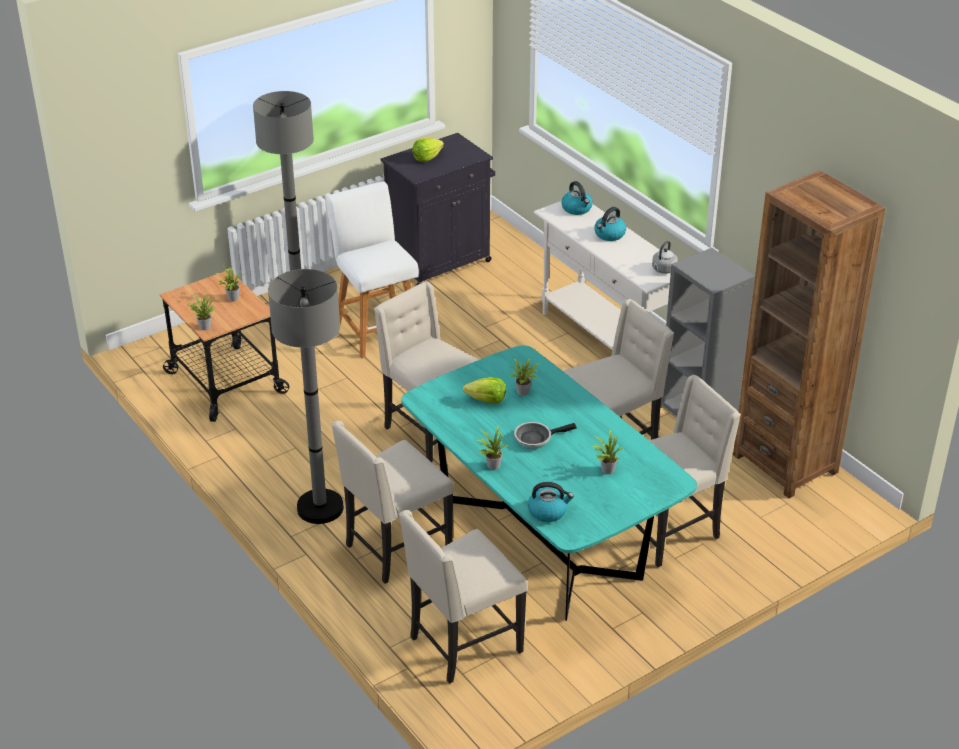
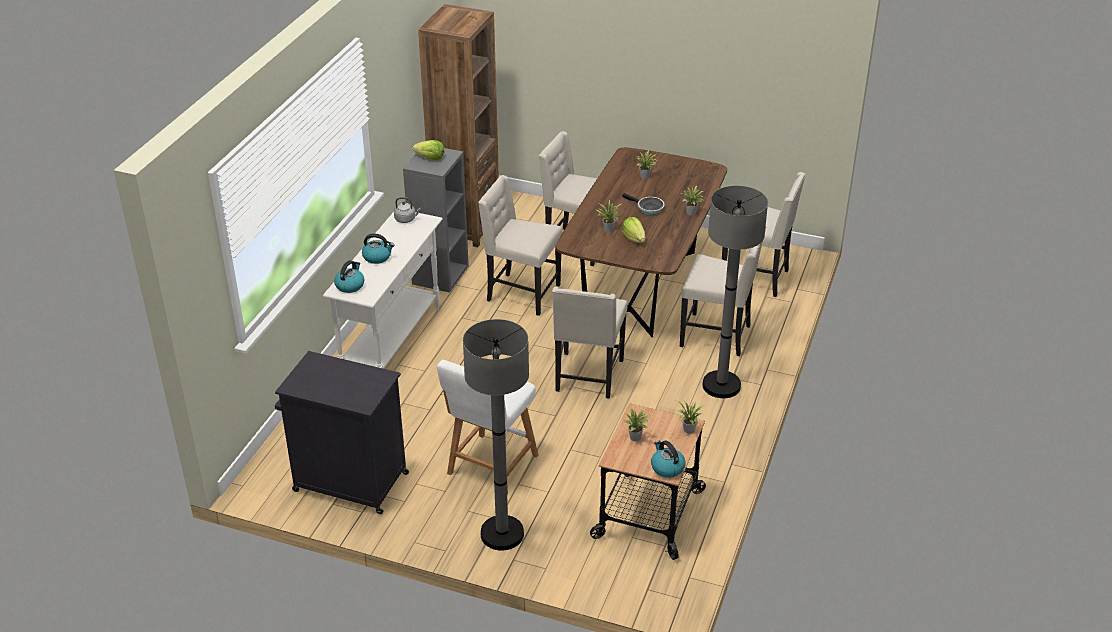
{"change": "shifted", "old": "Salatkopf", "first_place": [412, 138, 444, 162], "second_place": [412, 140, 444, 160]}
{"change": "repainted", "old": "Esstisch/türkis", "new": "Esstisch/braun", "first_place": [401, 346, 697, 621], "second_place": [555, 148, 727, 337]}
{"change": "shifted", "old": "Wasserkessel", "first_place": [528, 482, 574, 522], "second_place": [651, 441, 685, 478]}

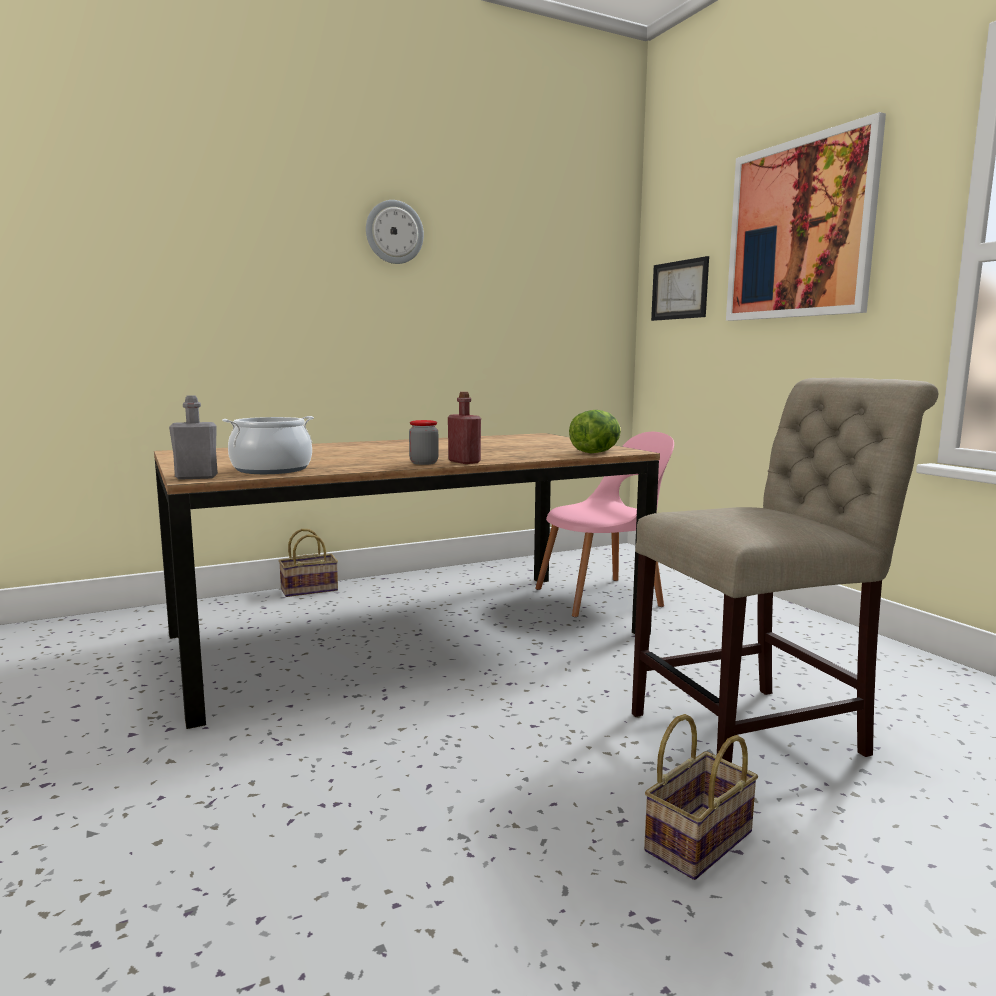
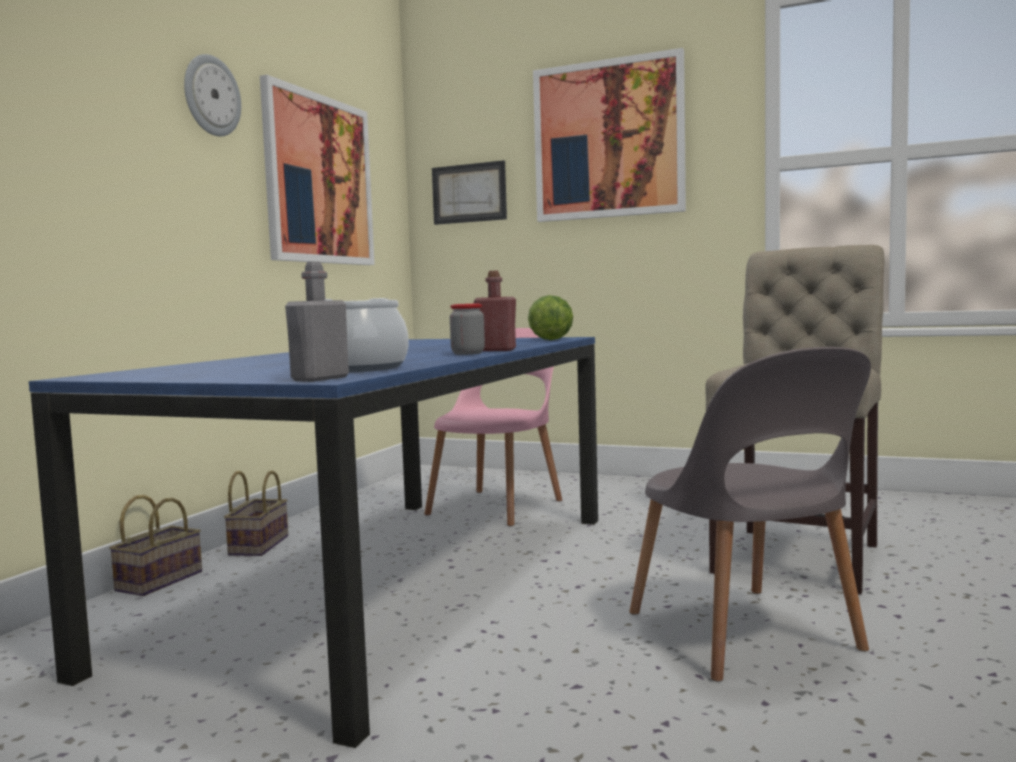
{"change": "repainted", "old": "Esstisch/braun", "new": "Esstisch/blau", "first_place": [154, 433, 660, 729], "second_place": [29, 337, 598, 748]}
{"change": "shifted", "old": "Korb", "first_place": [644, 714, 758, 880], "second_place": [224, 471, 288, 556]}
{"change": "new", "new": "Bild", "second_place": [260, 75, 375, 265]}
{"change": "new", "new": "Stuhl/grau", "second_place": [629, 347, 871, 681]}

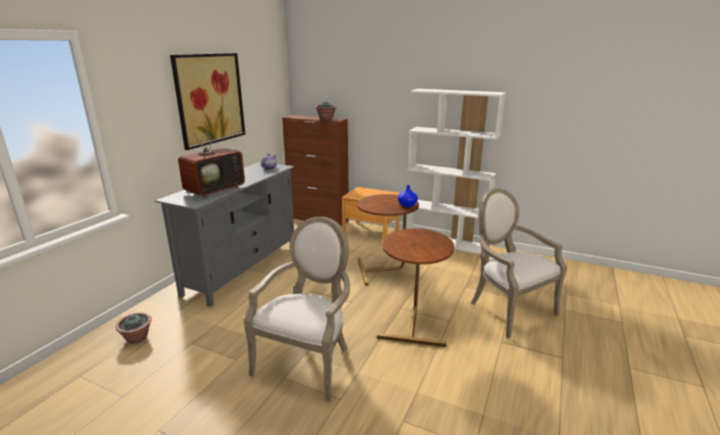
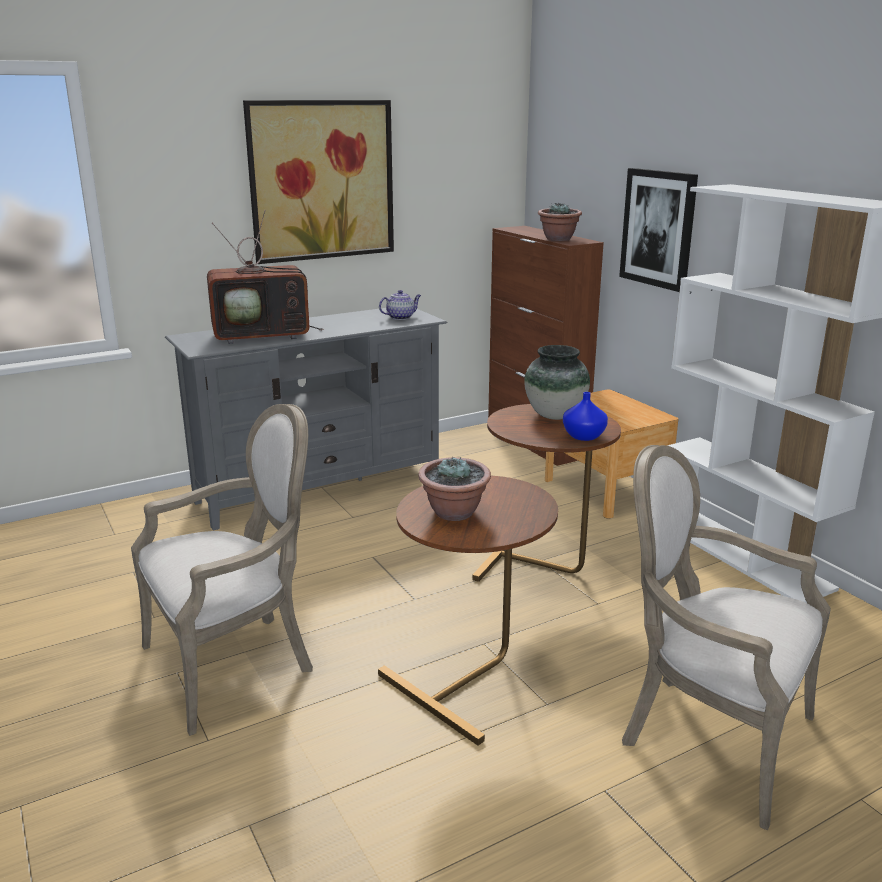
{"change": "rotated", "old": "Sessel", "first_place": [471, 188, 567, 339], "second_place": [622, 445, 831, 831], "degrees": -60}
{"change": "shifted", "old": "Topfpflanze", "first_place": [116, 312, 151, 344], "second_place": [418, 456, 491, 521]}
{"change": "new", "new": "Bild", "second_place": [619, 168, 698, 292]}
{"change": "new", "new": "Vase", "second_place": [524, 345, 590, 420]}

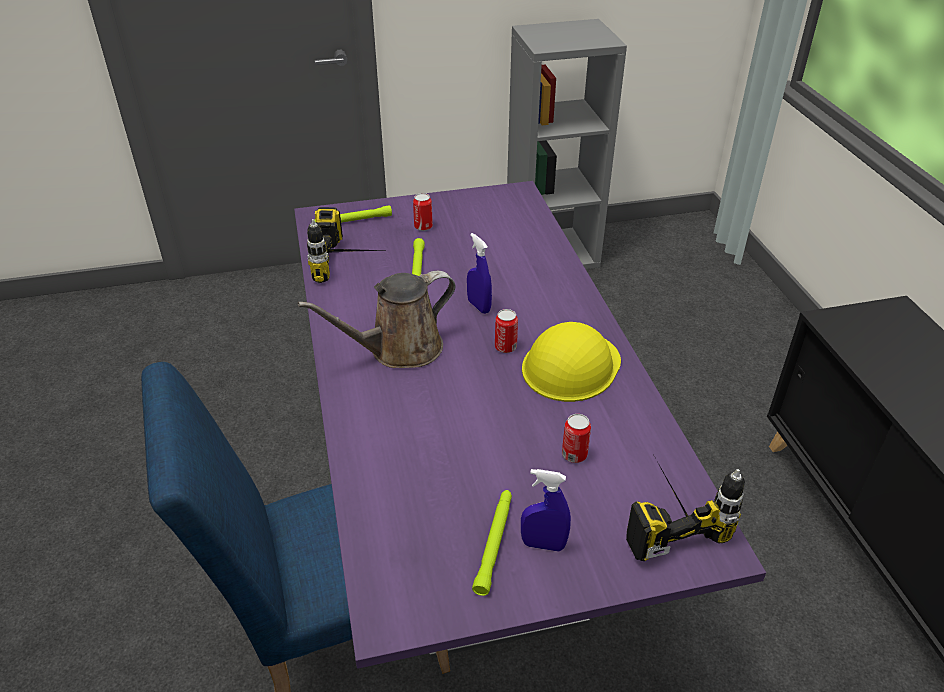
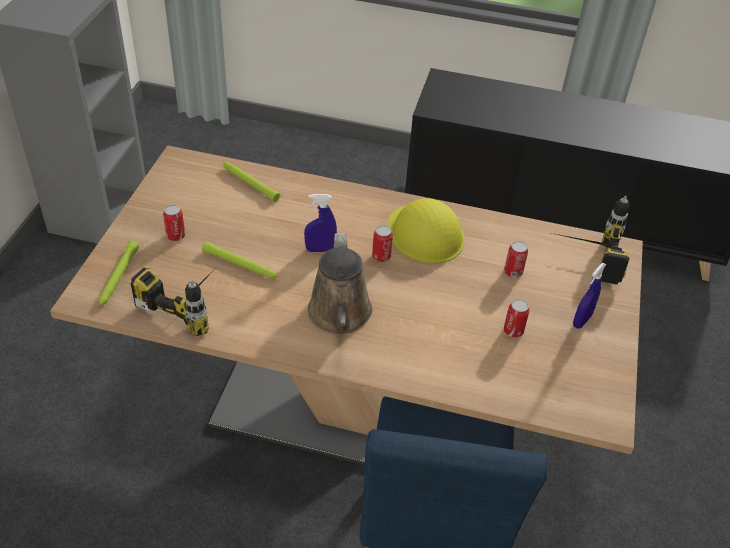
{"change": "repainted", "old": "Esstisch/lila", "new": "Esstisch/beige", "first_place": [294, 181, 766, 669], "second_place": [50, 145, 643, 465]}
{"change": "shifted", "old": "Taschenlampe/grün", "first_place": [472, 490, 512, 596], "second_place": [223, 162, 280, 202]}
{"change": "new", "new": "Dose", "second_place": [504, 299, 529, 338]}

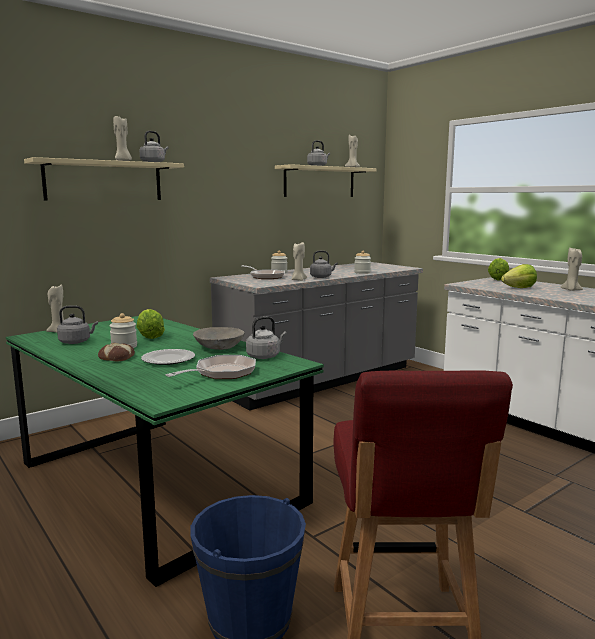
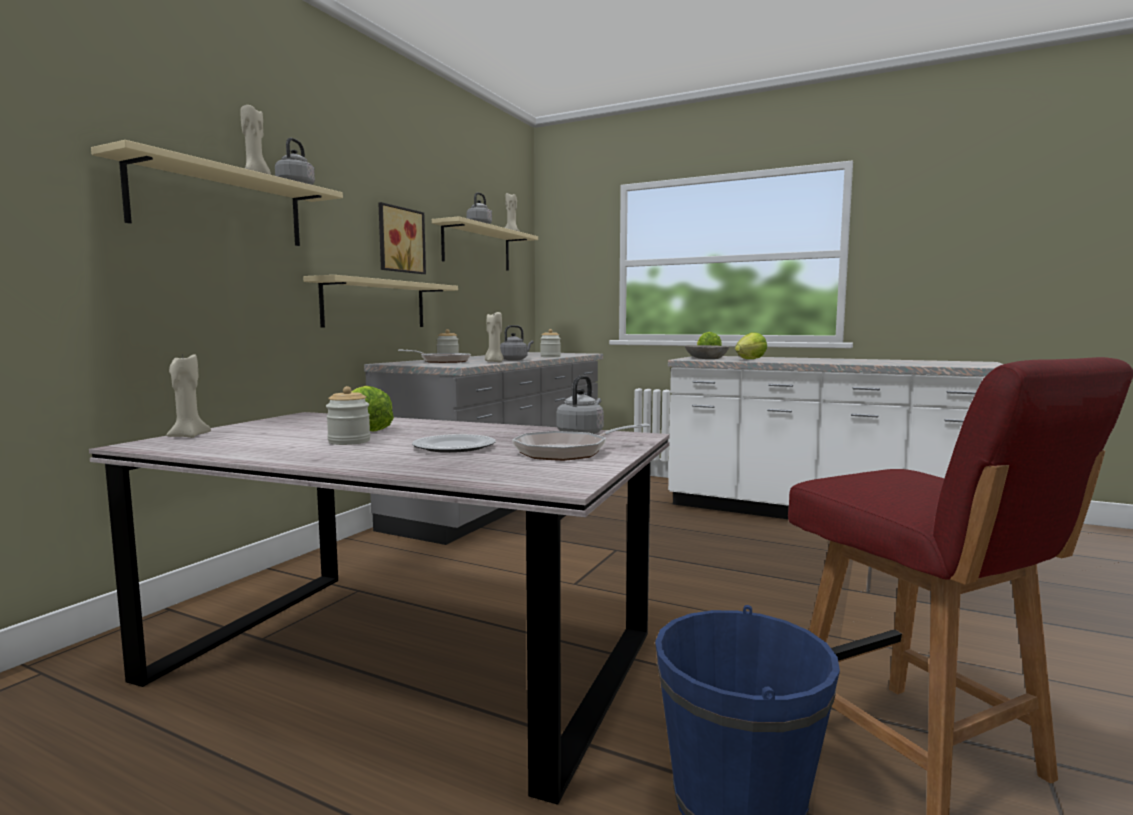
{"change": "gone", "old": "Kerze/beige", "first_place": [561, 248, 583, 291]}
{"change": "gone", "old": "Wasserkessel/grau", "first_place": [57, 305, 98, 344]}
{"change": "repainted", "old": "Esstisch/grün", "new": "Esstisch/grau", "first_place": [6, 316, 324, 587], "second_place": [89, 412, 670, 805]}
{"change": "shifted", "old": "Schüssel/grau", "first_place": [193, 327, 245, 350], "second_place": [685, 345, 730, 359]}
{"change": "gone", "old": "Brot", "first_place": [98, 343, 135, 362]}
{"change": "rotated", "old": "Pfanne", "first_place": [165, 355, 256, 379], "second_place": [512, 423, 650, 461], "degrees": -135}
{"change": "new", "new": "Bild", "second_place": [378, 202, 426, 274]}
{"change": "new", "new": "Wandregal/beige", "second_place": [303, 275, 458, 327]}

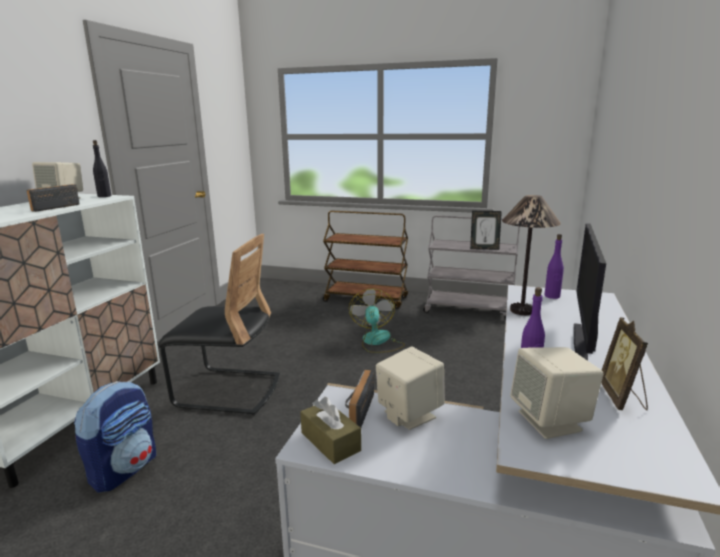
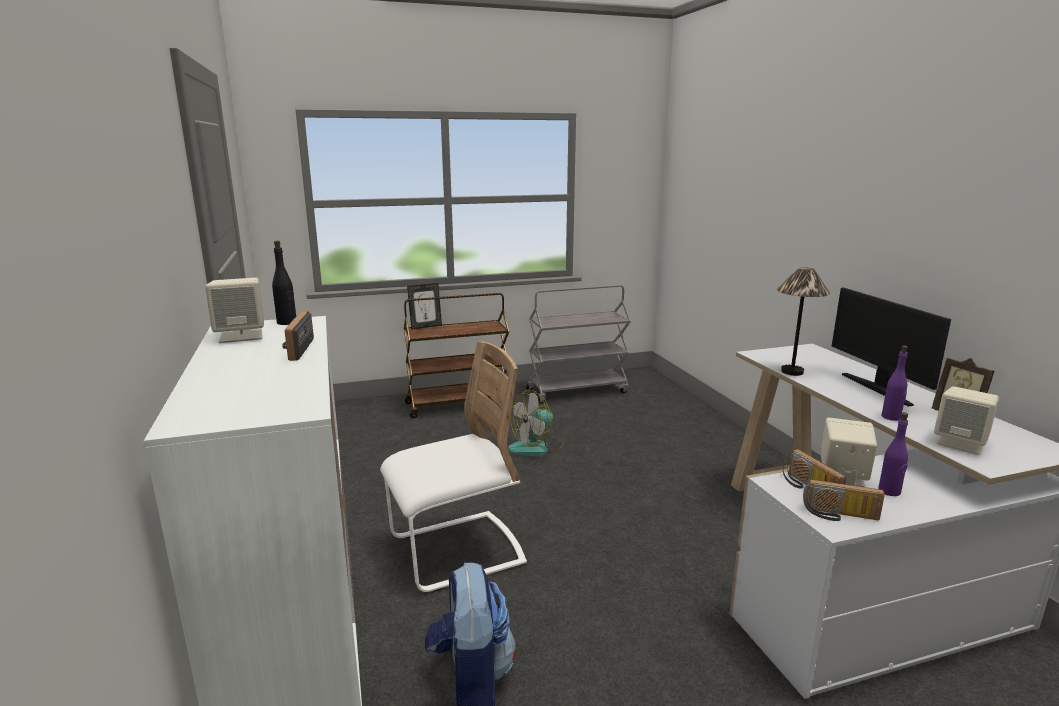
{"change": "shifted", "old": "Bilderrahmen", "first_place": [470, 211, 502, 250], "second_place": [407, 283, 442, 330]}
{"change": "repainted", "old": "Stuhl/schwarz", "new": "Stuhl/weiß", "first_place": [158, 234, 280, 415], "second_place": [380, 341, 527, 592]}
{"change": "shifted", "old": "Flasche/lila", "first_place": [544, 234, 564, 299], "second_place": [878, 412, 908, 496]}
{"change": "rotated", "old": "Ventilator", "first_place": [349, 289, 405, 353], "second_place": [508, 390, 564, 456], "degrees": -90}
{"change": "swapped", "old": "Taschentuchbox/braun", "new": "Radio", "first_place": [300, 397, 361, 464], "second_place": [803, 479, 885, 521]}

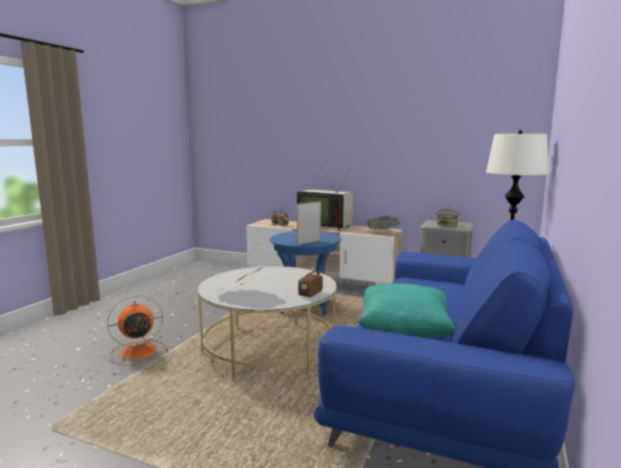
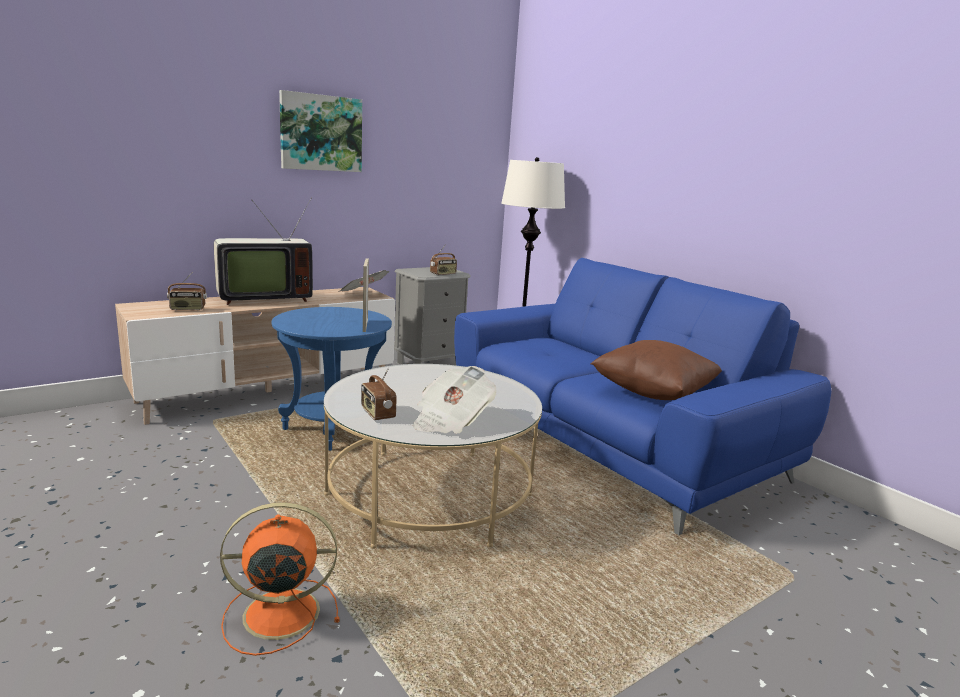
{"change": "shifted", "old": "Radio", "first_place": [298, 265, 323, 298], "second_place": [361, 367, 396, 420]}
{"change": "repainted", "old": "Kissen/türkis", "new": "Kissen/braun", "first_place": [358, 284, 456, 339], "second_place": [591, 340, 722, 400]}
{"change": "rotated", "old": "Ventilator/orange", "first_place": [107, 295, 168, 366], "second_place": [220, 502, 340, 656], "degrees": 75}
{"change": "new", "new": "Bild", "second_place": [279, 90, 362, 172]}

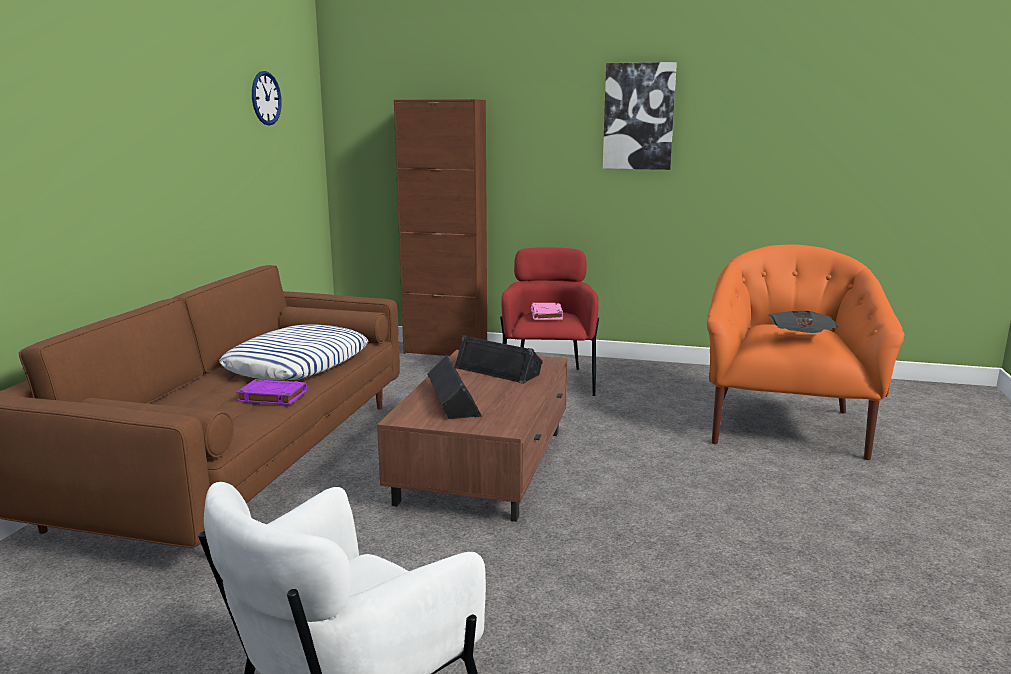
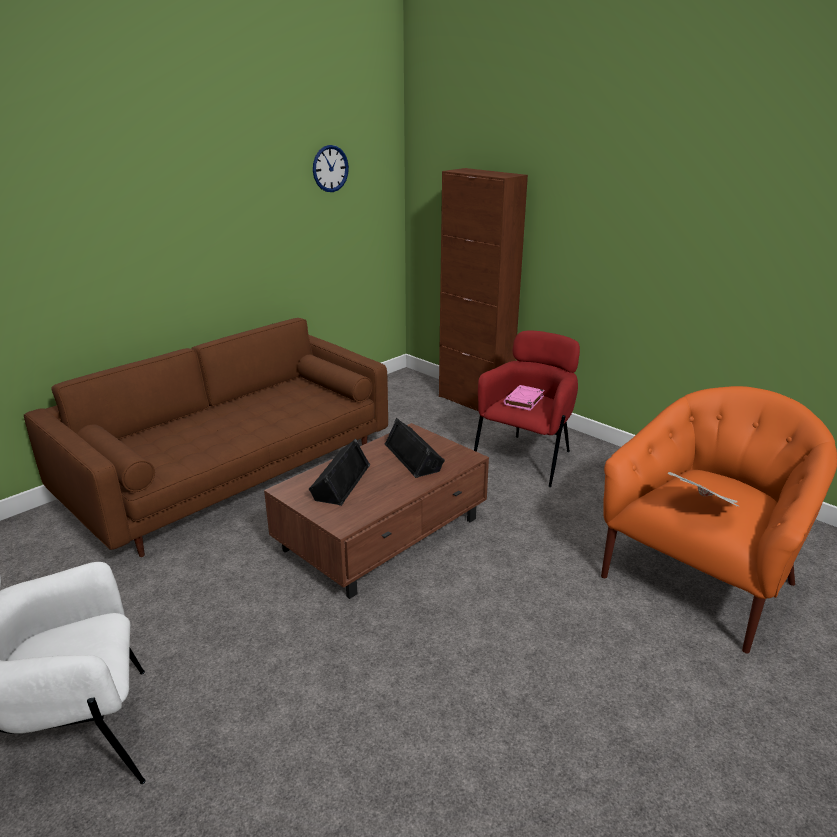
{"change": "gone", "old": "Bild", "first_place": [603, 62, 677, 170]}
{"change": "gone", "old": "Kissen", "first_place": [219, 324, 368, 381]}
{"change": "gone", "old": "Buch/lila", "first_place": [236, 379, 307, 405]}

